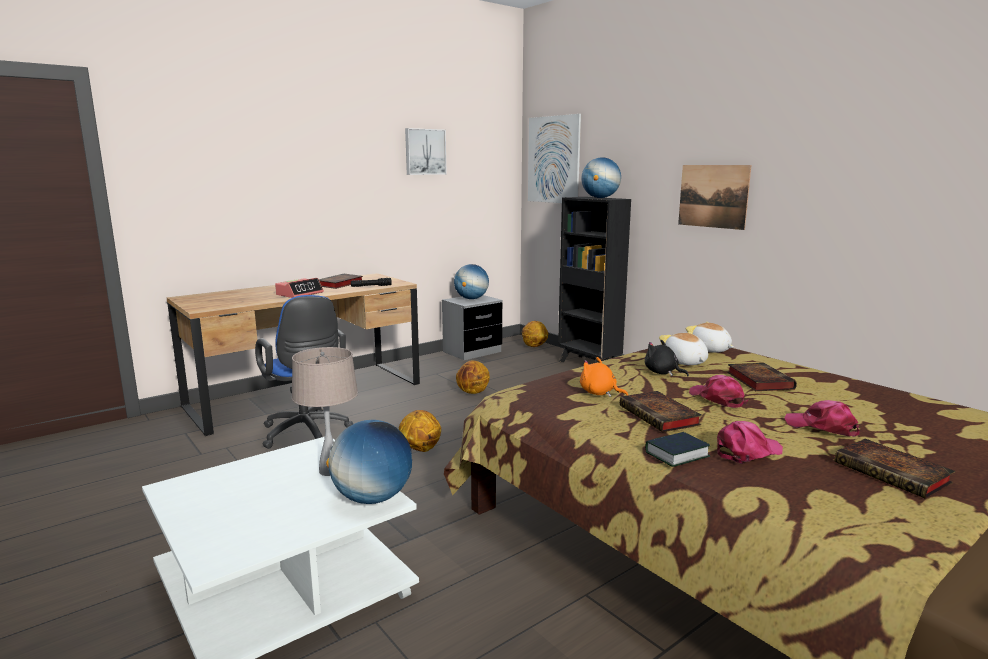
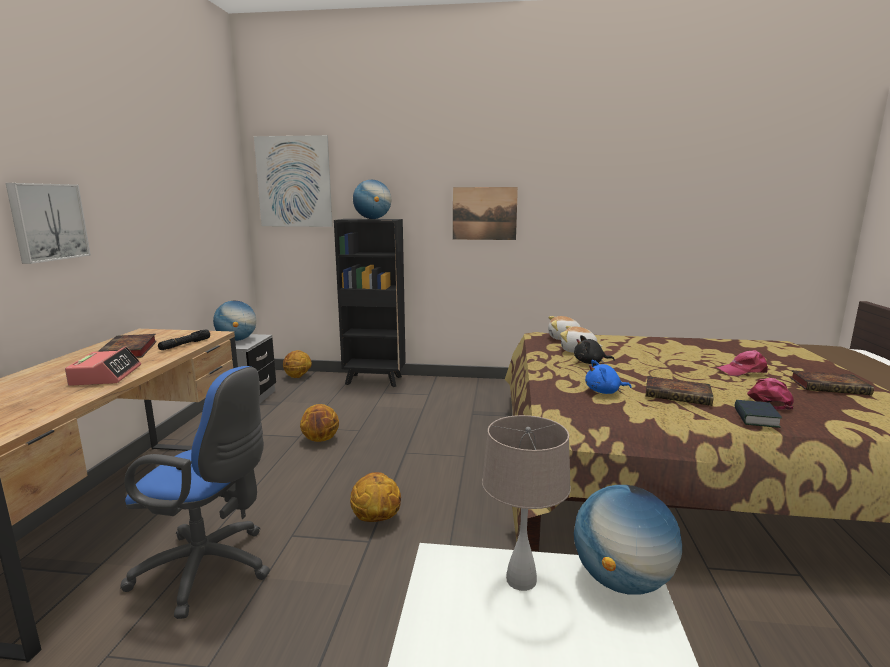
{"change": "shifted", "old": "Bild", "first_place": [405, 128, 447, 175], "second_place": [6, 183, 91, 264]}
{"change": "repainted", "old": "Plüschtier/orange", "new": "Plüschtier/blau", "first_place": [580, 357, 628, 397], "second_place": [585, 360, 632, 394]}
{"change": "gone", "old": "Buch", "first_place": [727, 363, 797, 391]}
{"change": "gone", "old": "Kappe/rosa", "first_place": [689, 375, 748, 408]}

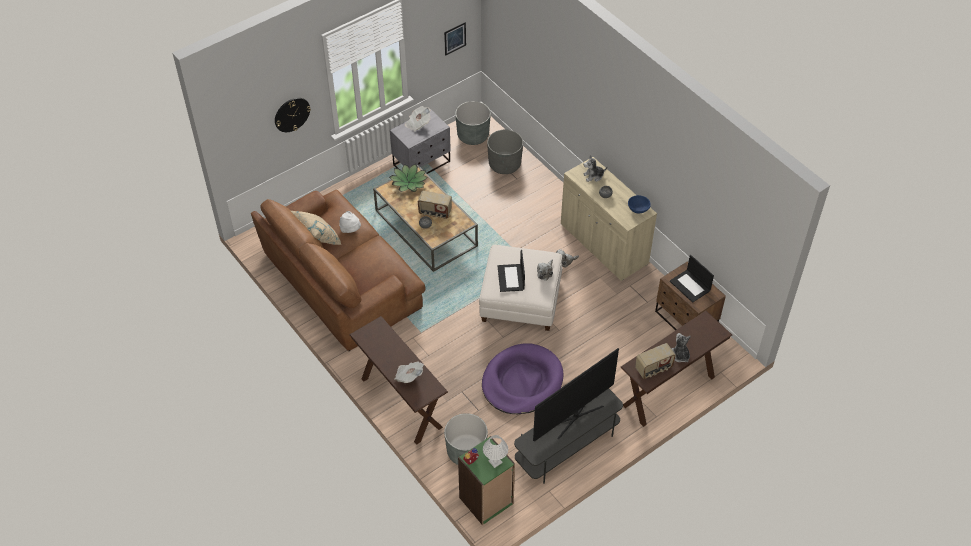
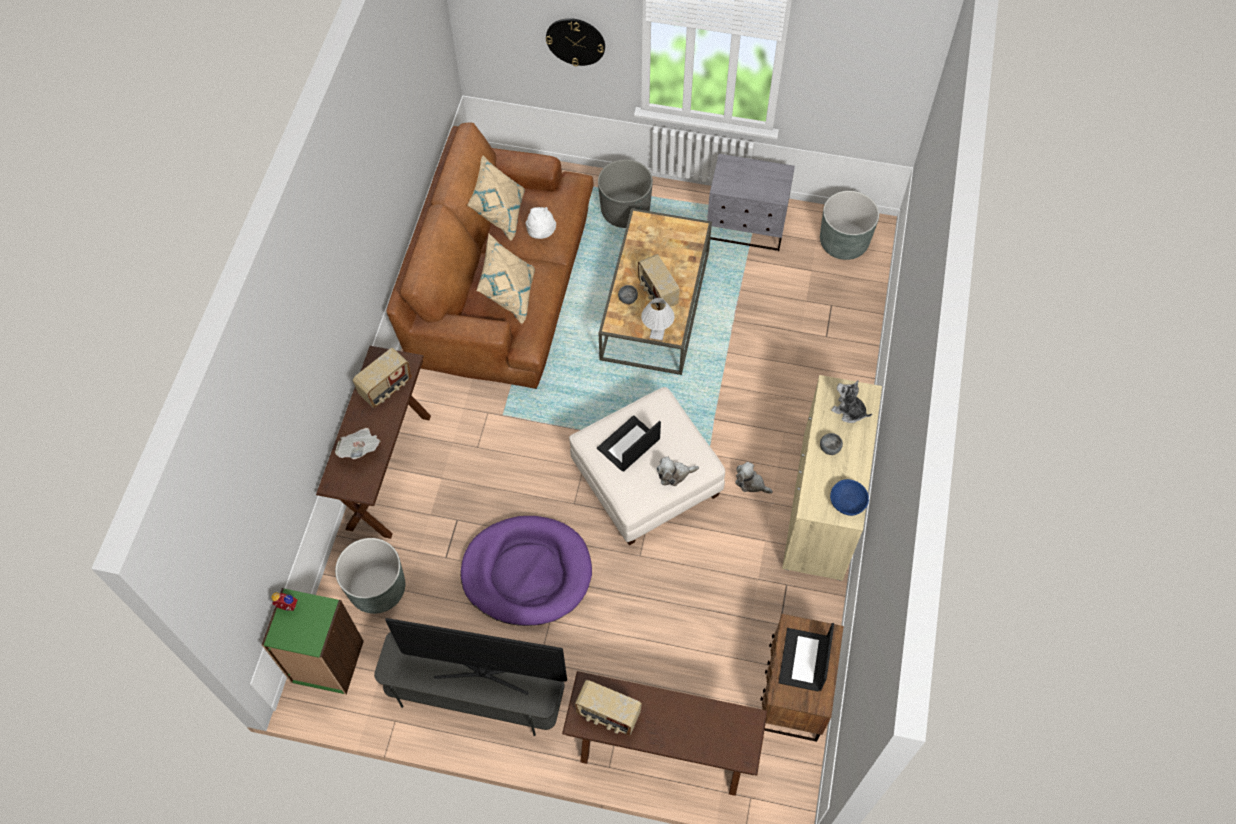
{"change": "gone", "old": "Bild", "first_place": [444, 22, 466, 56]}
{"change": "gone", "old": "Zeitung", "first_place": [405, 106, 431, 132]}
{"change": "shifted", "old": "Pflanzkübel/grau", "first_place": [487, 129, 523, 174], "second_place": [598, 159, 653, 228]}
{"change": "gone", "old": "Topfpflanze", "first_place": [389, 164, 428, 192]}
{"change": "gone", "old": "Plüschtier", "first_place": [671, 333, 691, 362]}
{"change": "shifted", "old": "Tischlampe/weiß", "first_place": [483, 435, 508, 468], "second_place": [641, 298, 675, 340]}
{"change": "new", "new": "Kissen/beige", "second_place": [476, 234, 535, 324]}
{"change": "new", "new": "Radio", "second_place": [352, 348, 412, 408]}

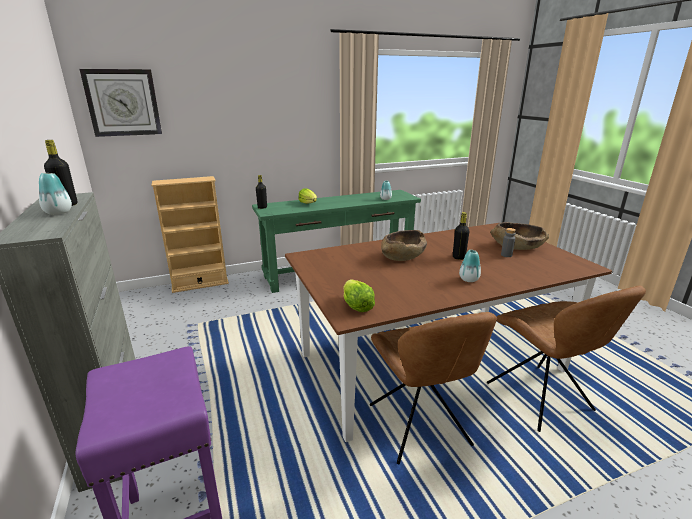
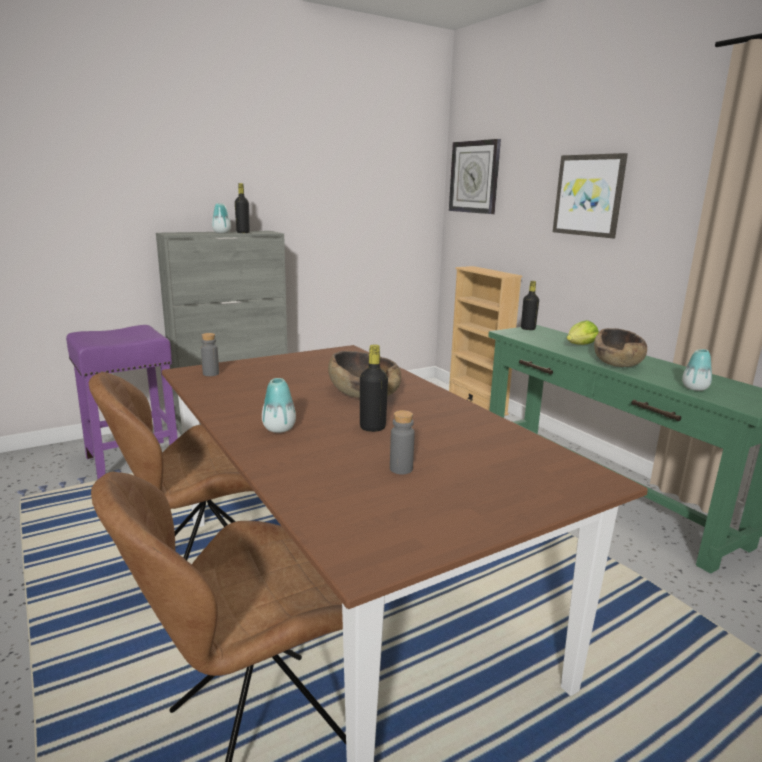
{"change": "shifted", "old": "Schüssel/braun", "first_place": [490, 222, 549, 250], "second_place": [594, 328, 647, 367]}
{"change": "swapped", "old": "Salatkopf", "new": "Flasche/grau", "first_place": [343, 279, 375, 312], "second_place": [201, 333, 219, 376]}
{"change": "new", "new": "Bild", "second_place": [553, 153, 628, 238]}

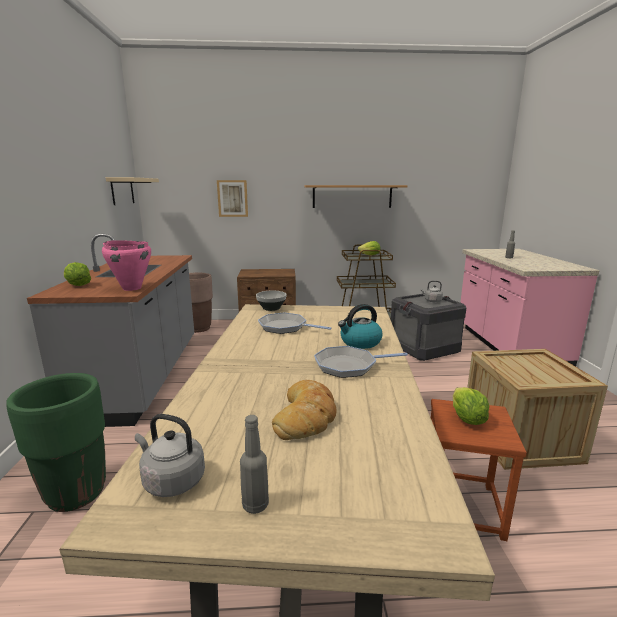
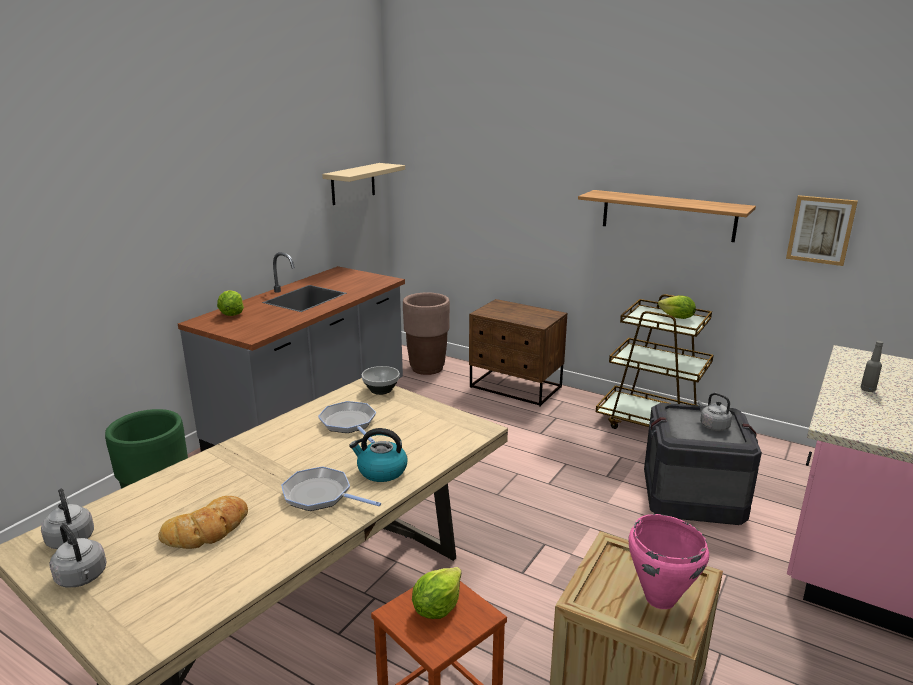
{"change": "shifted", "old": "Bild", "first_place": [217, 180, 248, 217], "second_place": [786, 195, 858, 266]}
{"change": "shifted", "old": "Kochtopf/rosa", "first_place": [102, 240, 151, 291], "second_place": [629, 514, 709, 609]}
{"change": "swapped", "old": "Flasche/grau", "new": "Wasserkessel/grau", "first_place": [240, 415, 269, 514], "second_place": [49, 524, 107, 587]}

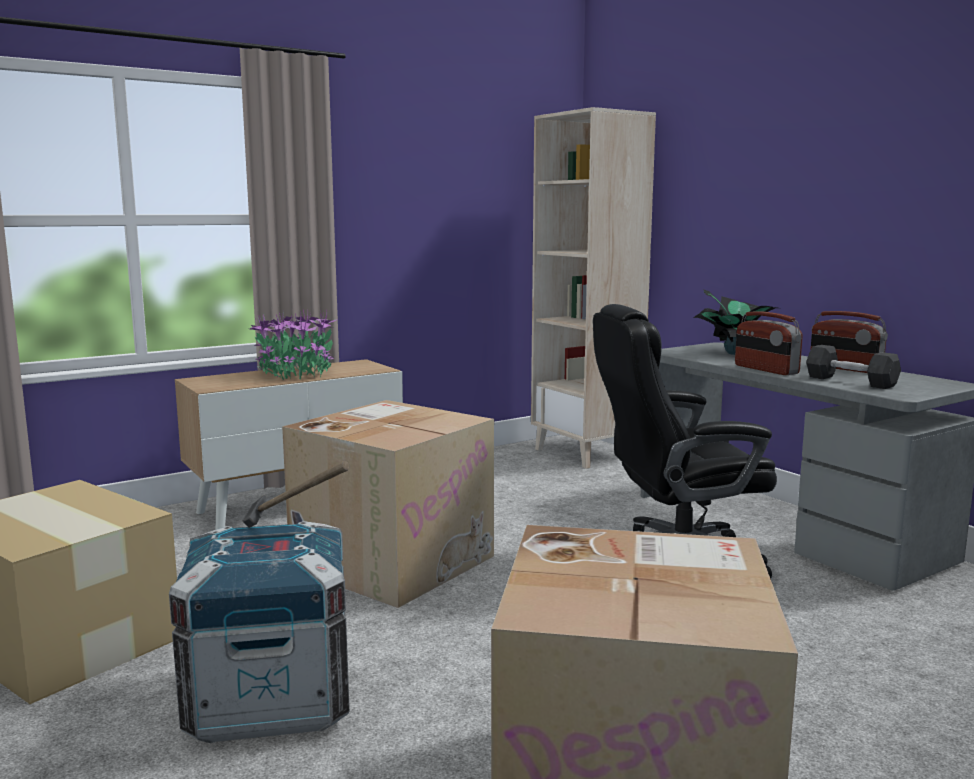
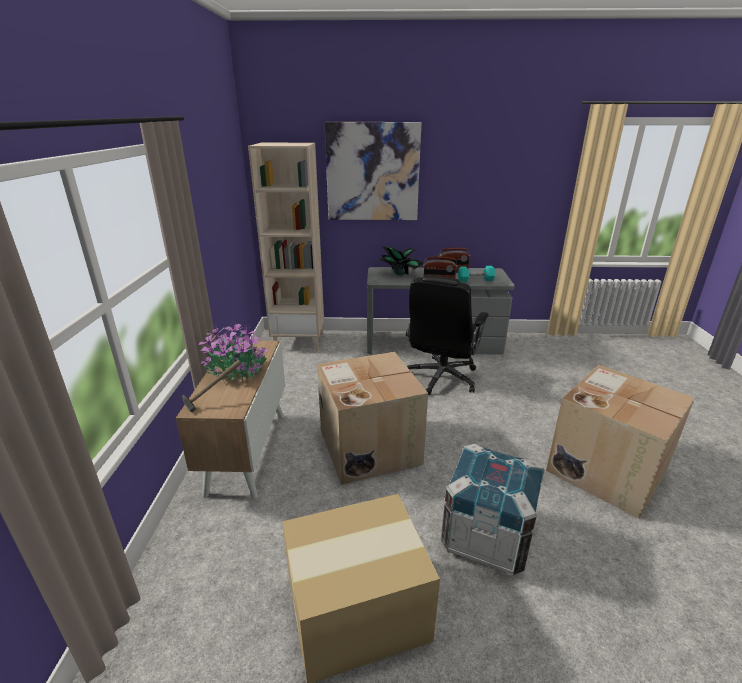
{"change": "repainted", "old": "Hantel/grau", "new": "Hantel/türkis", "first_place": [806, 345, 901, 389], "second_place": [458, 266, 496, 282]}
{"change": "shifted", "old": "Hammer", "first_place": [243, 461, 350, 528], "second_place": [182, 360, 242, 412]}
{"change": "new", "new": "Bild", "second_place": [325, 122, 422, 220]}

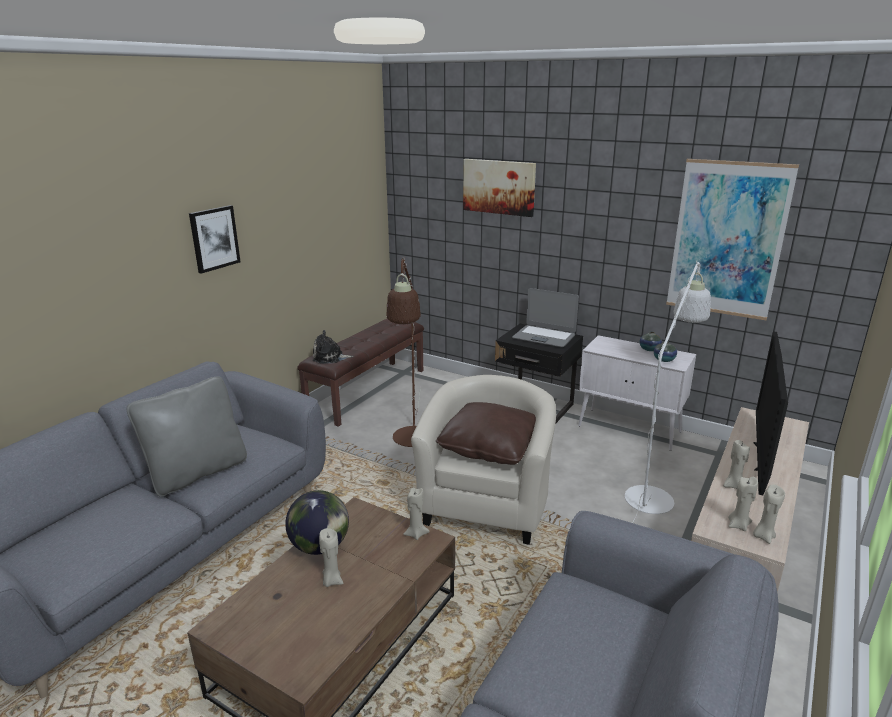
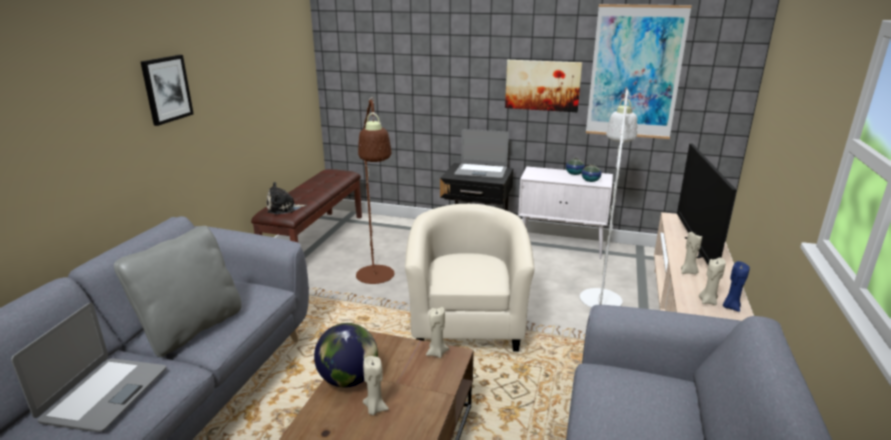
{"change": "shifted", "old": "Bild", "first_place": [463, 159, 536, 217], "second_place": [505, 60, 582, 112]}
{"change": "gone", "old": "Kissen/braun", "first_place": [436, 402, 536, 465]}
{"change": "repainted", "old": "Kerze/beige", "new": "Kerze/blau", "first_place": [753, 484, 785, 544], "second_place": [723, 261, 750, 312]}
{"change": "new", "new": "Laptop", "second_place": [11, 303, 166, 432]}

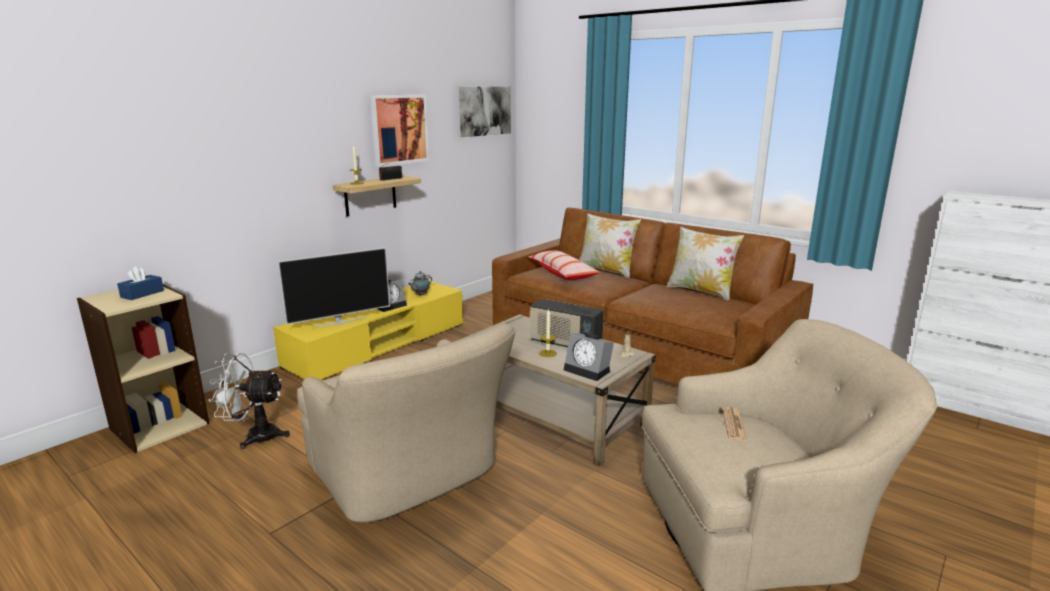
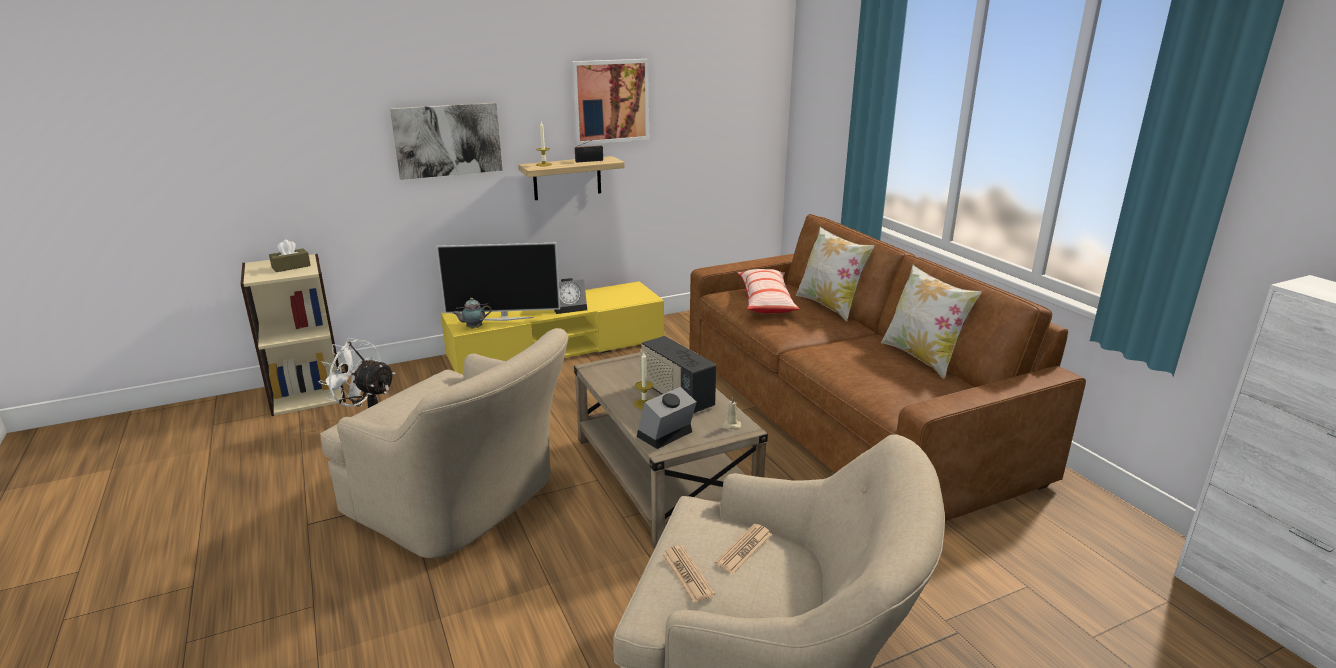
{"change": "shifted", "old": "Bild", "first_place": [459, 87, 511, 137], "second_place": [390, 102, 502, 180]}
{"change": "repainted", "old": "Taschentuchbox/blau", "new": "Taschentuchbox/braun", "first_place": [117, 266, 164, 300], "second_place": [269, 239, 311, 272]}
{"change": "shifted", "old": "Teekanne", "first_place": [408, 271, 432, 296], "second_place": [452, 298, 492, 329]}
{"change": "rotated", "old": "Sessel/beige", "first_place": [297, 324, 516, 523], "second_place": [320, 328, 568, 558], "degrees": -45}
{"change": "rotated", "old": "Wecker", "first_place": [564, 333, 614, 381], "second_place": [637, 387, 696, 449], "degrees": 75}
{"change": "new", "new": "Zeitung", "second_place": [662, 545, 715, 603]}

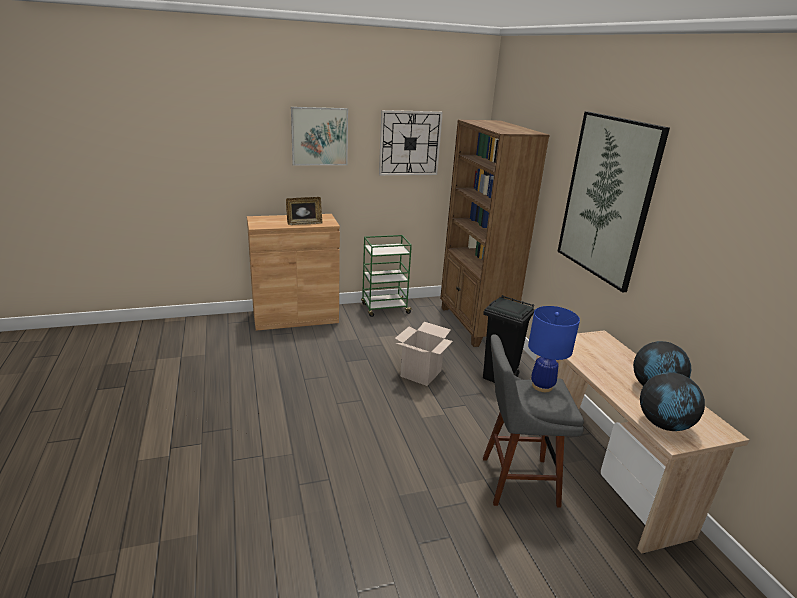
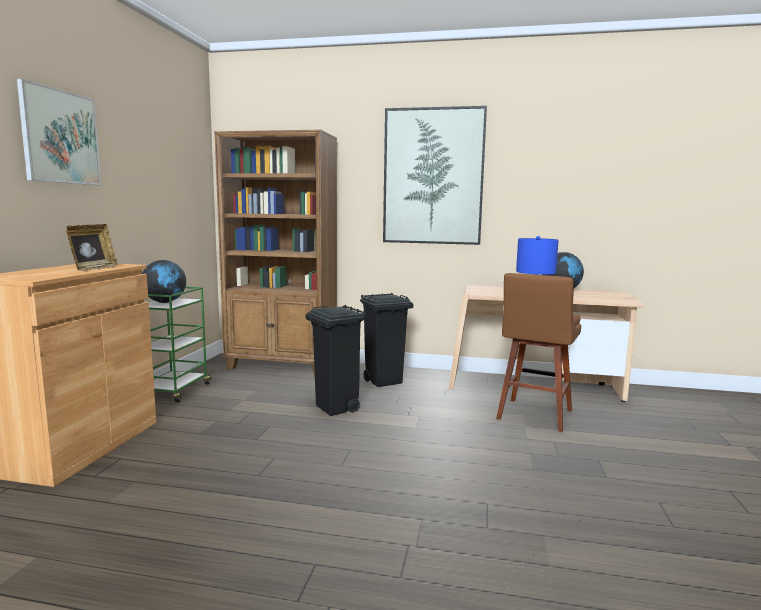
{"change": "gone", "old": "Wanduhr", "first_place": [379, 110, 443, 176]}
{"change": "swapped", "old": "Karton", "new": "Mülleimer/schwarz", "first_place": [395, 322, 453, 386], "second_place": [306, 305, 366, 416]}
{"change": "repainted", "old": "Hocker/grau", "new": "Hocker/braun", "first_place": [483, 334, 584, 508], "second_place": [496, 273, 581, 432]}
{"change": "shifted", "old": "Globus", "first_place": [640, 372, 705, 431], "second_place": [142, 260, 186, 303]}

